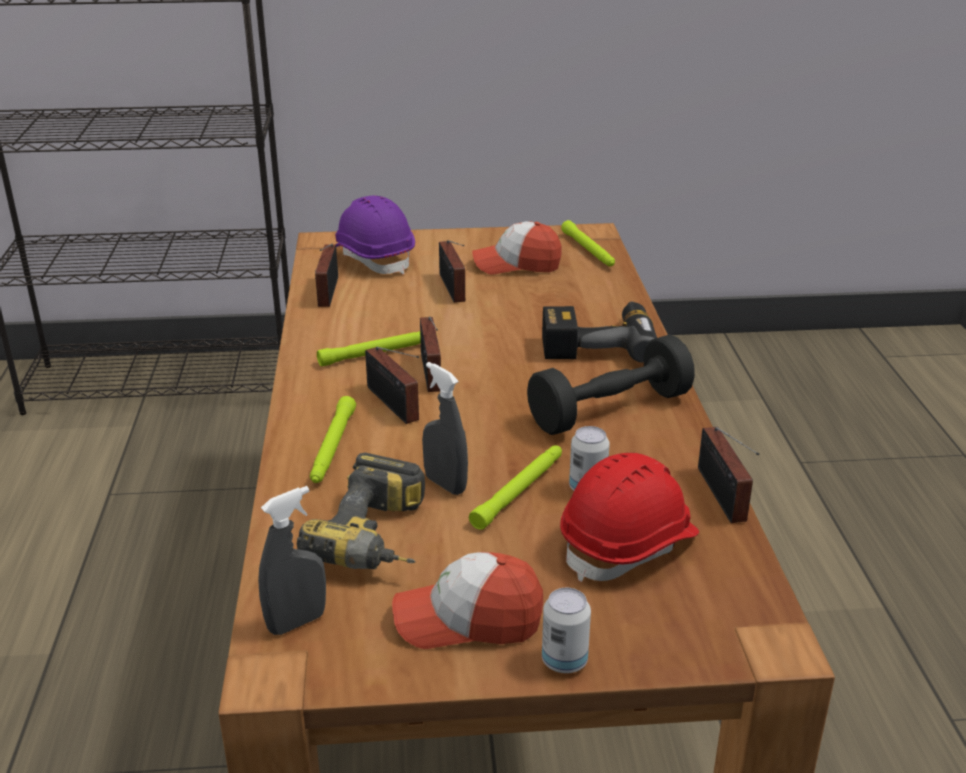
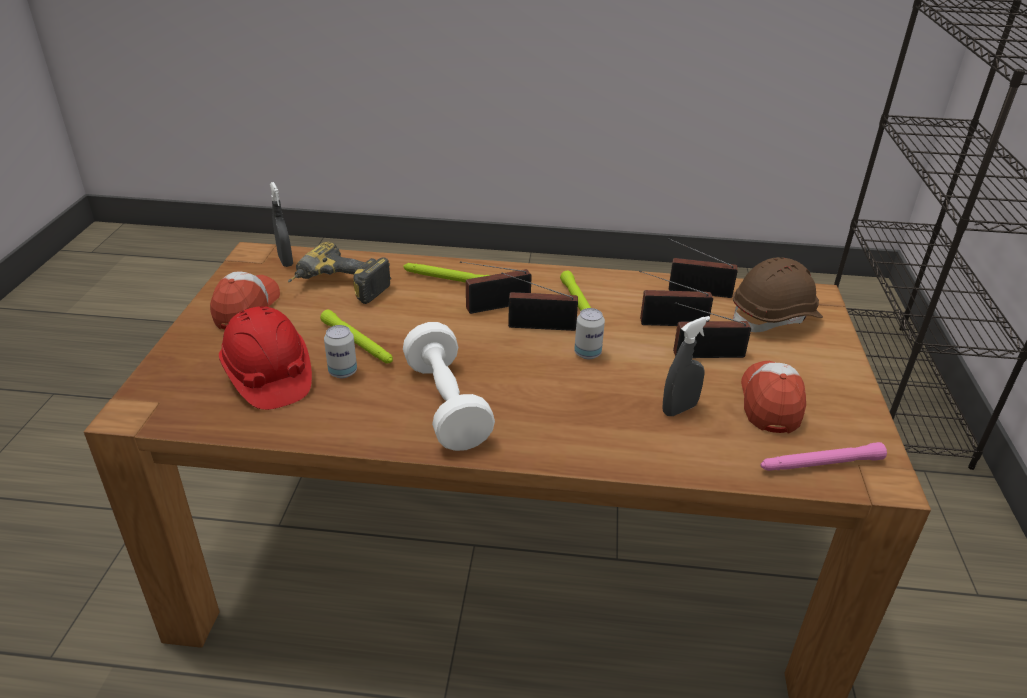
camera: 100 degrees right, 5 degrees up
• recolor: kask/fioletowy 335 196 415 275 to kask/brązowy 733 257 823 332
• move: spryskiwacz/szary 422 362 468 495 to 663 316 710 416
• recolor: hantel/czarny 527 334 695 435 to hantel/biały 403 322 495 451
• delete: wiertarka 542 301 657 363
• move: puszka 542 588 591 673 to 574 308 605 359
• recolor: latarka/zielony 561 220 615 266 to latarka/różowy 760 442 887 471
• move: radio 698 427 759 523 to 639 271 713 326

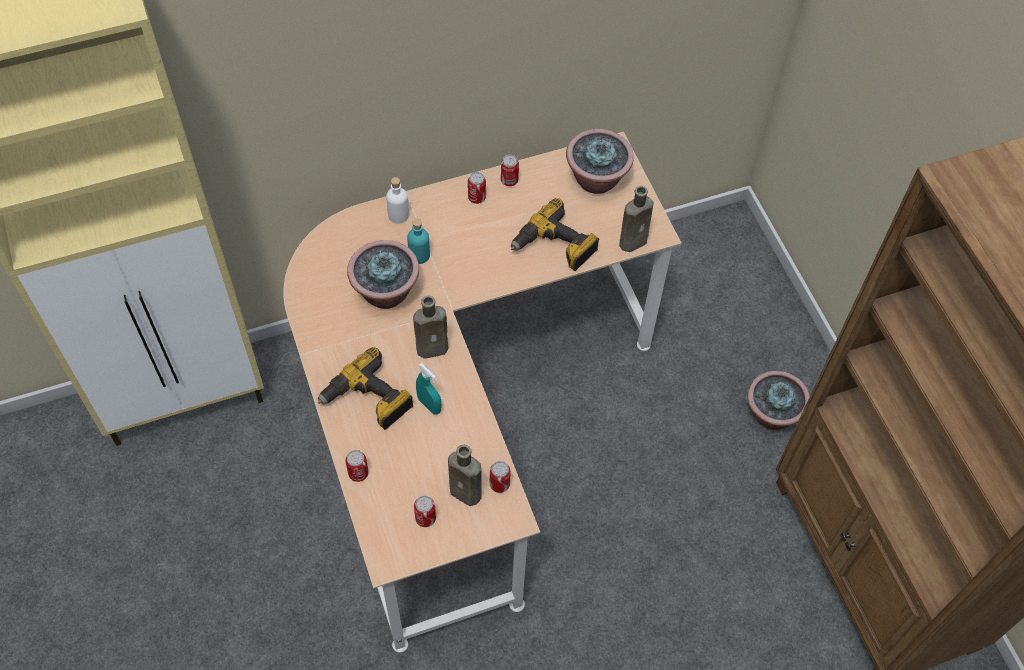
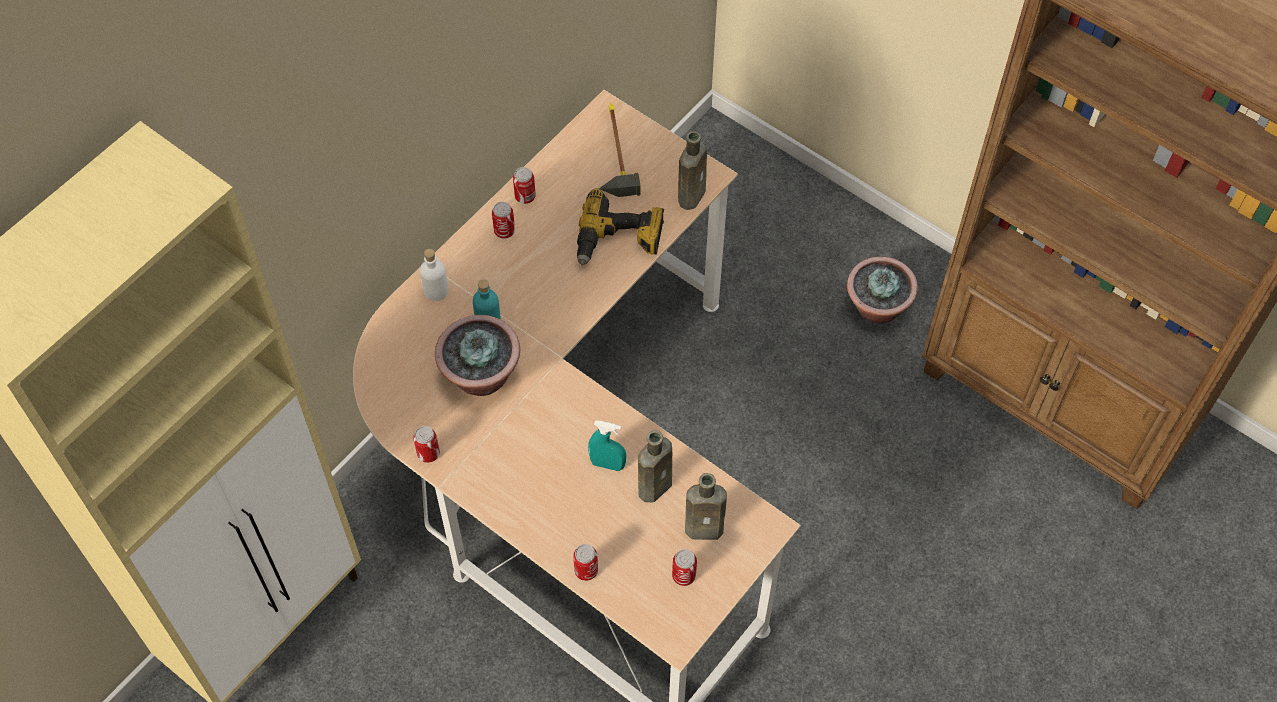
camera: 30 degrees left, 0 degrees up
• delete: wiertarka 318 347 413 430
• move: butelka/brązowy 413 296 448 359 to 638 430 672 502
• move: puszka 490 461 511 493 to 413 426 440 463
• replace: roślina doniczkowa 566 129 634 194 to młotek 599 102 641 197

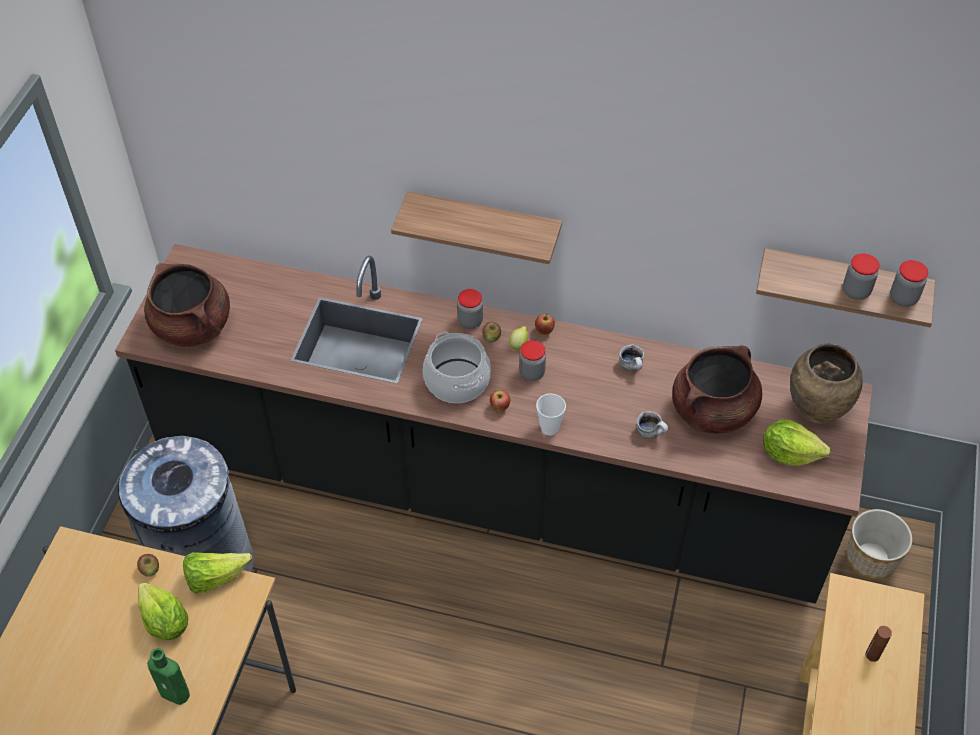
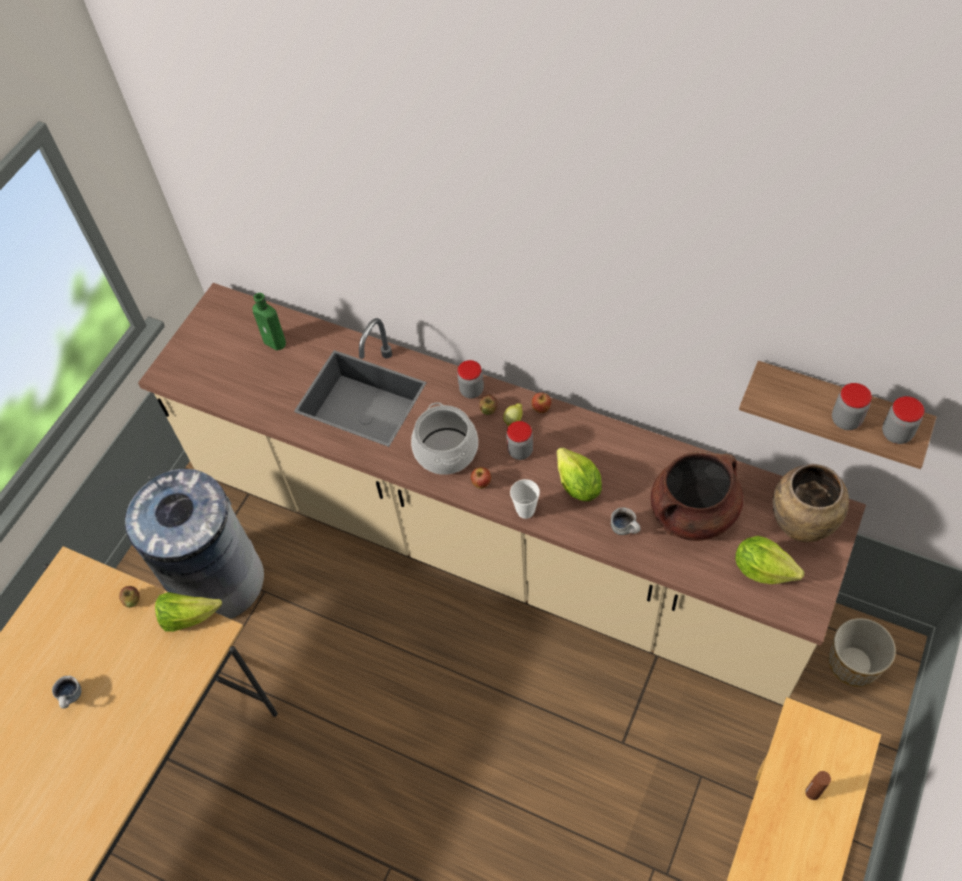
camera: 15 degrees right, 5 degrees up
• recolor: zabudowa kuchenna/czarny 115 244 873 604 to zabudowa kuchenna/beżowy 138 283 866 705
• move: sałata 138 583 188 640 to 557 447 602 501
• delete: garnek/brązowy 144 263 230 347
• move: butelka/zielony 147 648 190 705 to 252 293 286 350
• delete: półka 391 192 562 264
• move: kubek 619 344 644 371 to 52 676 81 708

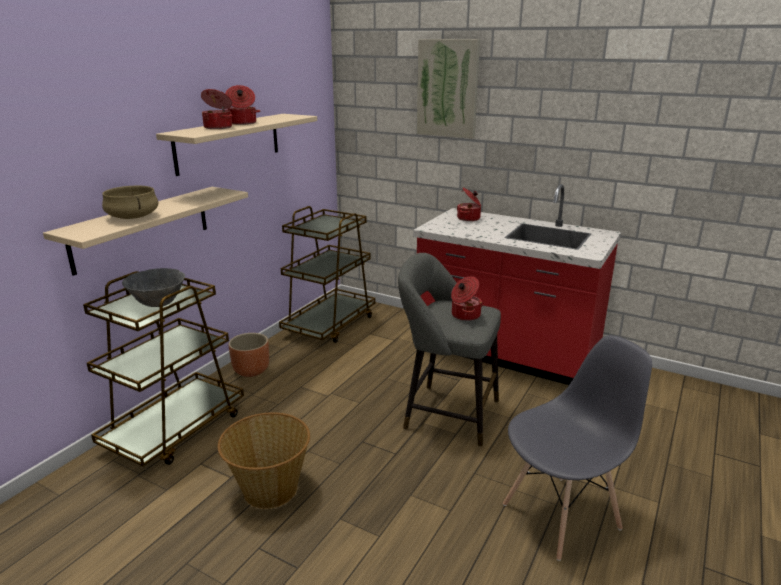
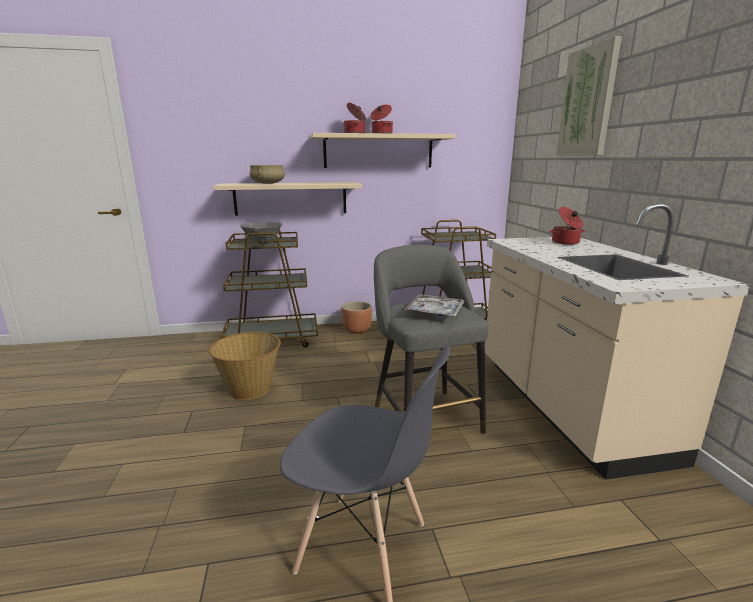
camera: 50 degrees right, 5 degrees down
• recolor: zabudowa kuchenna/czerwony 413 184 621 385 to zabudowa kuchenna/beżowy 485 203 750 480
• replace: garnek 451 276 483 321 to taca 405 294 464 316

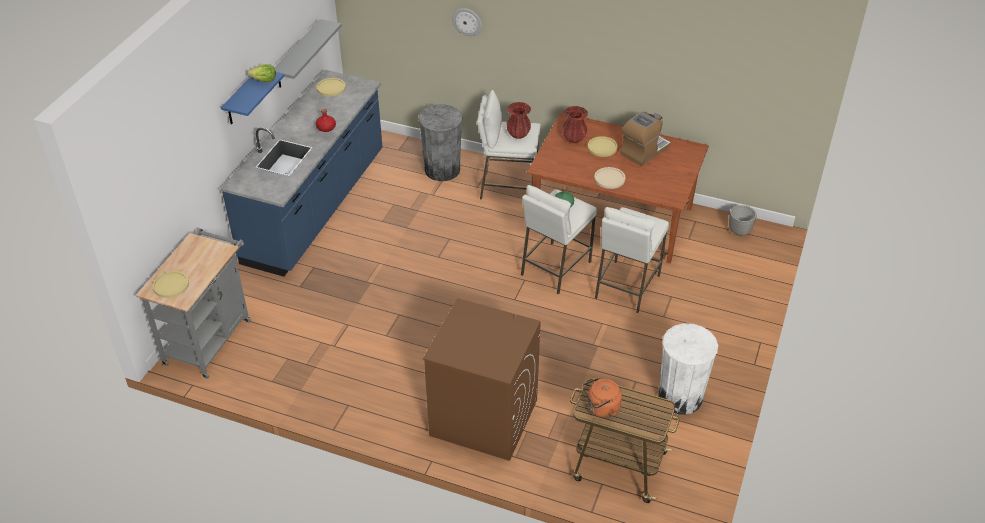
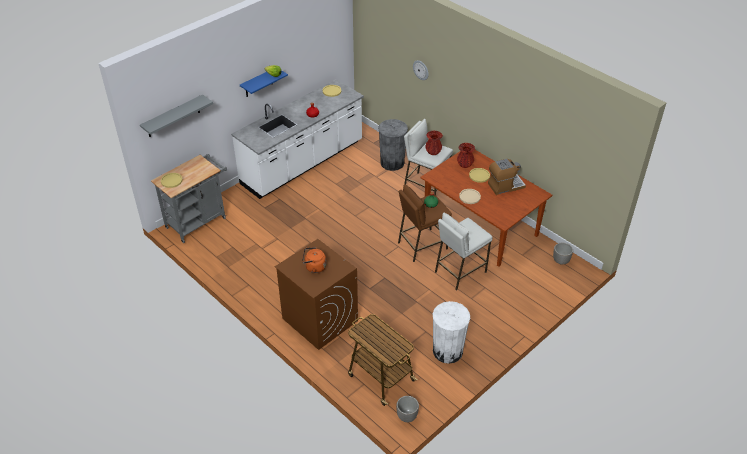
camera: 25 degrees right, 0 degrees up
• recolor: zabudowa kuchenna/niebieski 221 70 382 277 to zabudowa kuchenna/biały 231 79 364 199
• move: półka/szary 274 19 342 88 to 140 95 213 137
• recolor: stołek/biały 521 185 597 294 to stołek/brązowy 398 184 452 262
• move: czajnik/pomarańczowy 583 377 622 418 to 302 247 326 273
• insert: donica 396 396 419 422

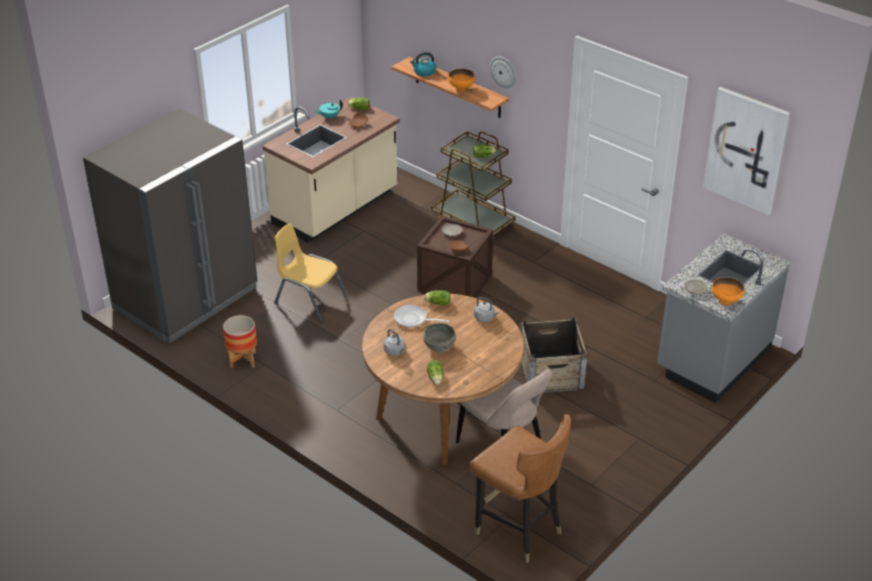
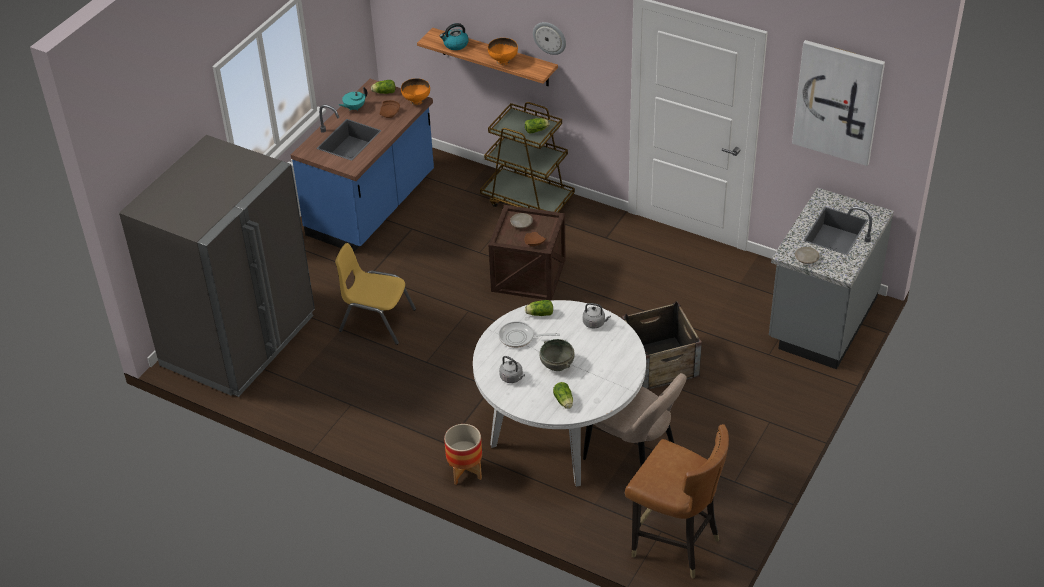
camera: 10 degrees left, 5 degrees up
• move: donica 223 315 257 368 to 444 424 482 485
• recolor: zabudowa kuchenna/beżowy 263 97 400 243 to zabudowa kuchenna/niebieski 291 79 434 252
• recolor: stół jadalny/brązowy 362 294 524 465 to stół jadalny/biały 473 300 646 487
• move: miska/pomarańczowy 712 277 744 306 to 401 78 430 105

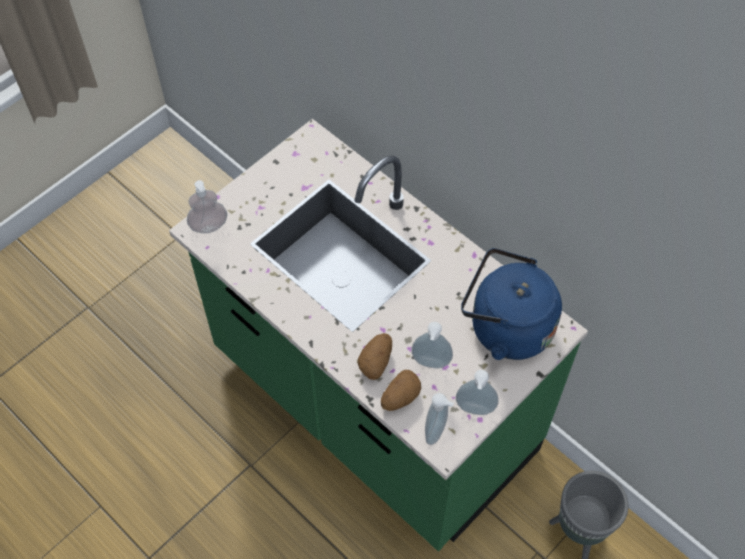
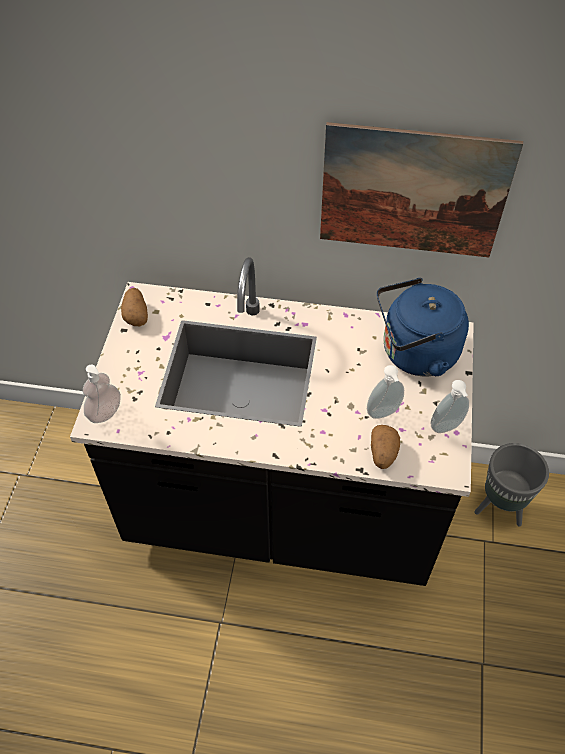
camera: 35 degrees left, 5 degrees down
• recolor: zabudowa kuchenna/zielony 169 119 588 551 to zabudowa kuchenna/czarny 70 257 474 586
• move: ziemniak 358 333 392 380 to 121 288 148 326
• delete: dozownik mydła 425 393 454 445
• insert: obraz 320 122 523 257

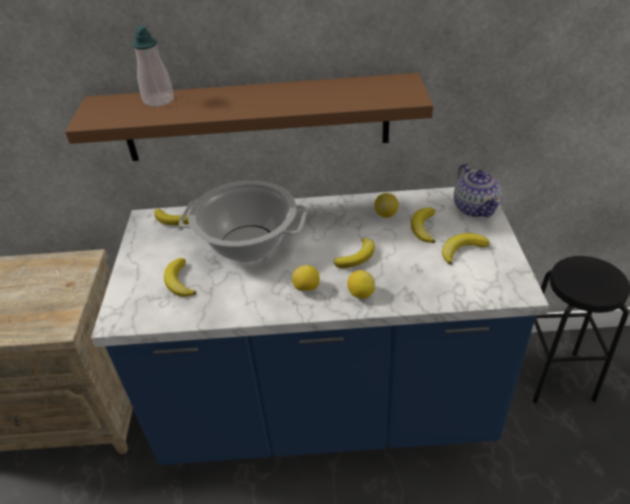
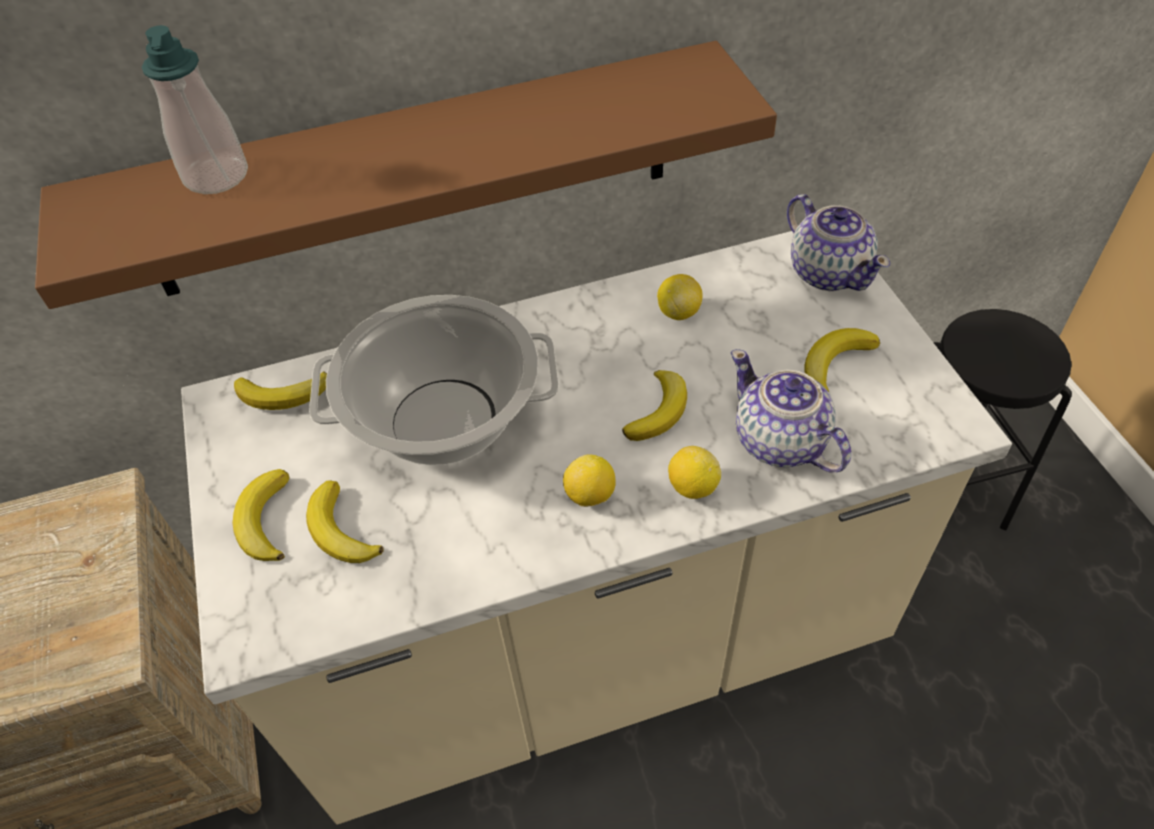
camera: 15 degrees left, 10 degrees up
• recolor: zabudowa kuchenna/niebieski 91 187 549 465 to zabudowa kuchenna/beżowy 181 231 1012 824
• move: banan 411 207 435 243 to 233 469 289 561
• insert: imbryk 731 349 851 473

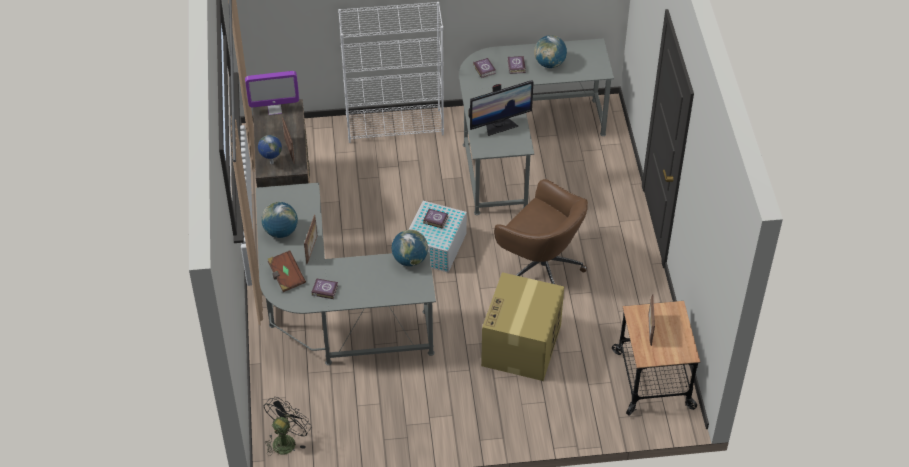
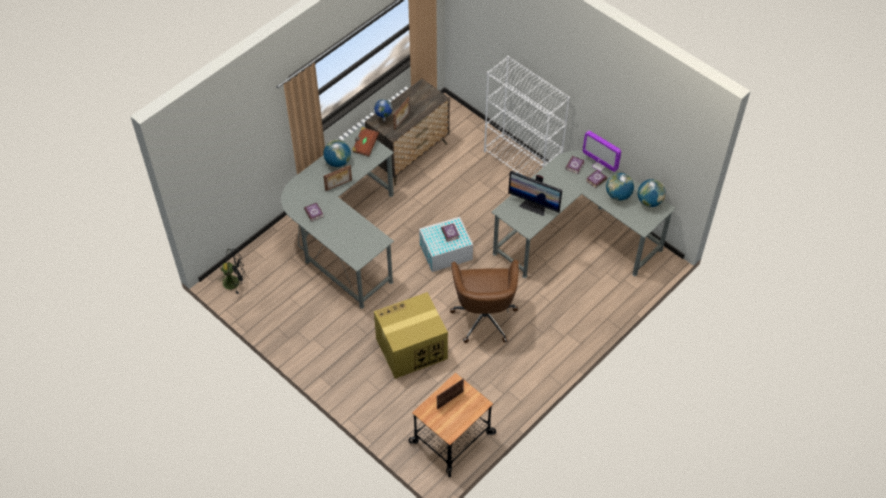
camera: 50 degrees right, 5 degrees up
• move: monitor 245 71 299 115 to 582 131 621 172
• move: książka/brązowy 268 250 306 292 to 352 127 379 157
• move: globus 392 229 428 266 to 638 179 666 207

